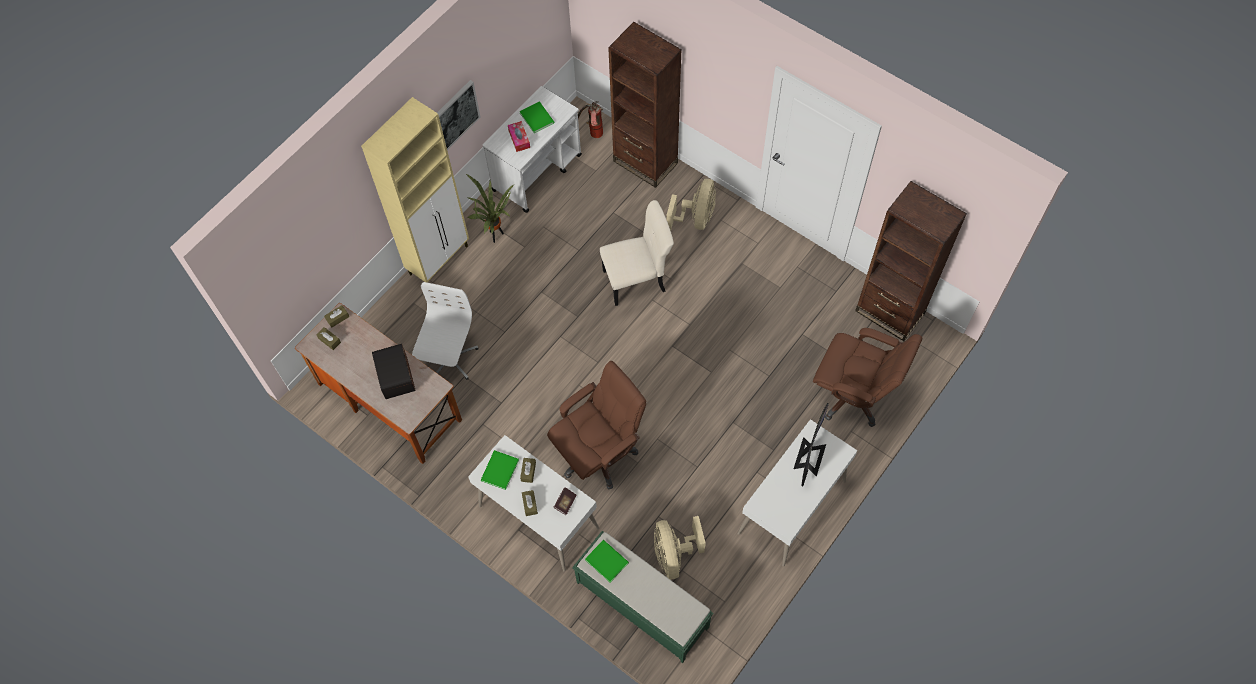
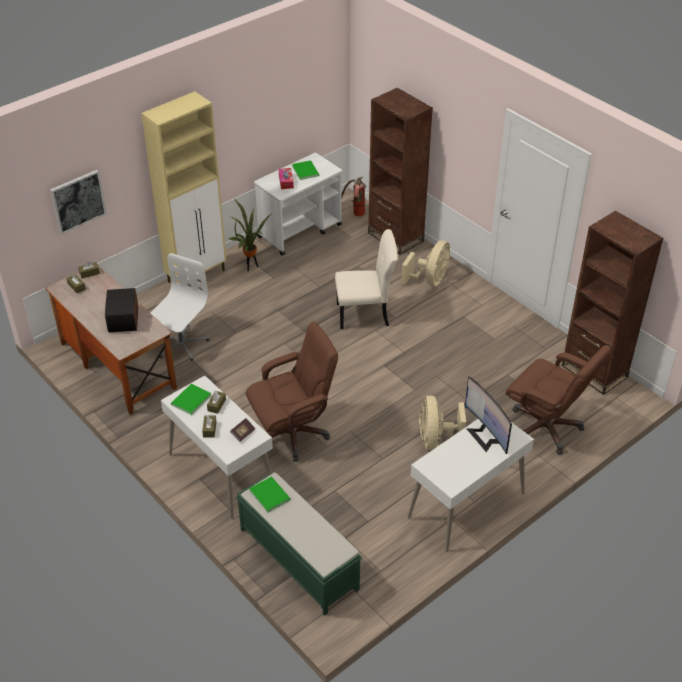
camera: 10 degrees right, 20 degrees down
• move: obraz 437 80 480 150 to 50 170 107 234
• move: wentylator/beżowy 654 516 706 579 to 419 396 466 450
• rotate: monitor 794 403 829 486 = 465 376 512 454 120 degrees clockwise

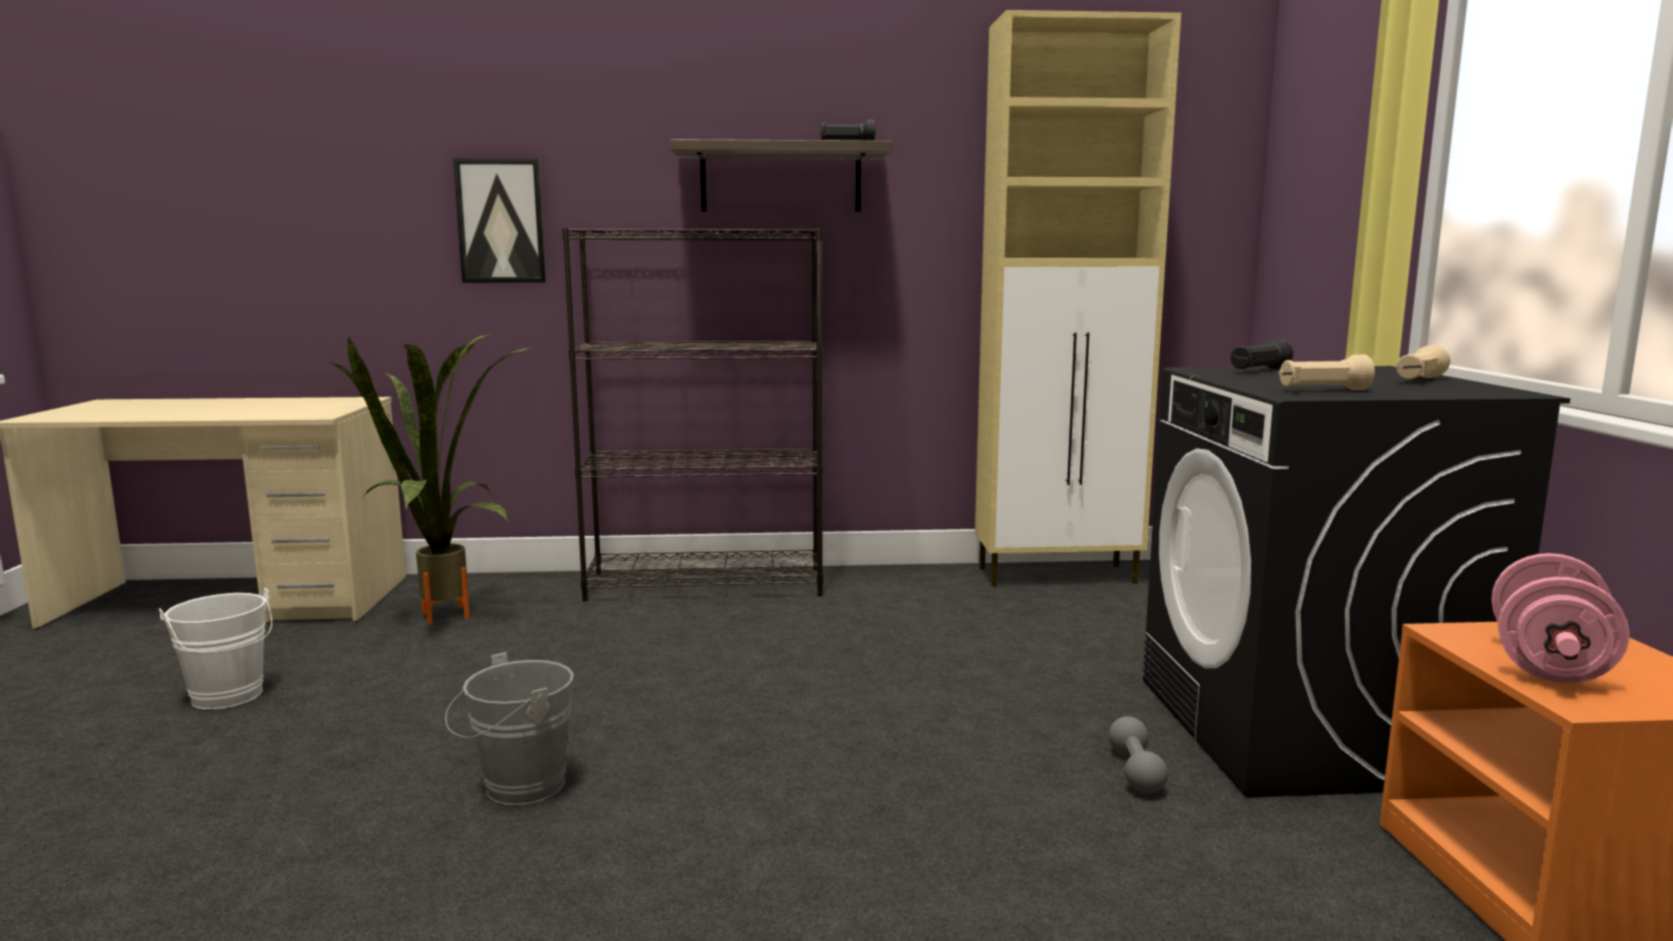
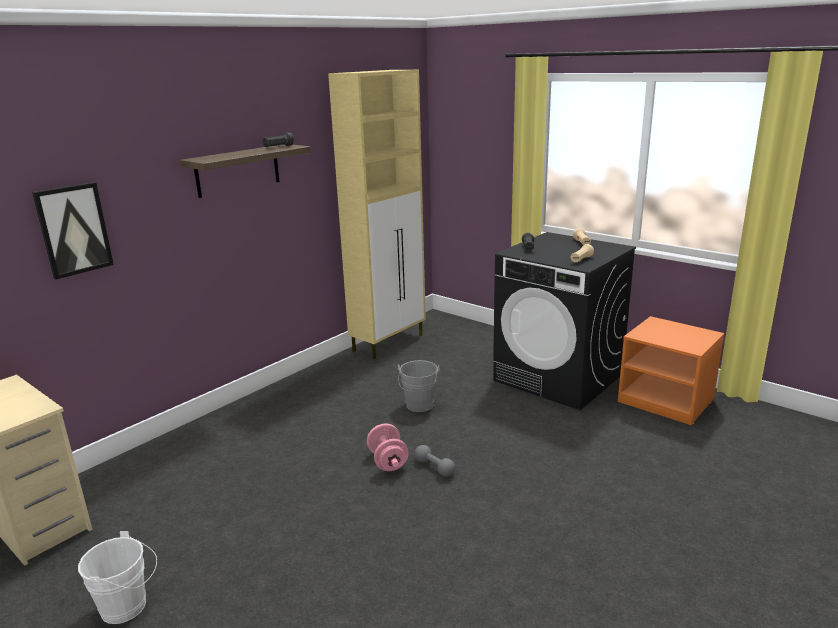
camera: 45 degrees left, 10 degrees up
• delete: roślina doniczkowa 327 333 537 625
• move: wiadro/szary 445 652 574 805 to 398 360 440 412
• delete: regał/czarny 562 228 823 601
• move: hantel/szary 1109 716 1168 794 to 414 445 455 477
• move: hantel/różowy 1491 553 1630 683 to 367 423 409 471

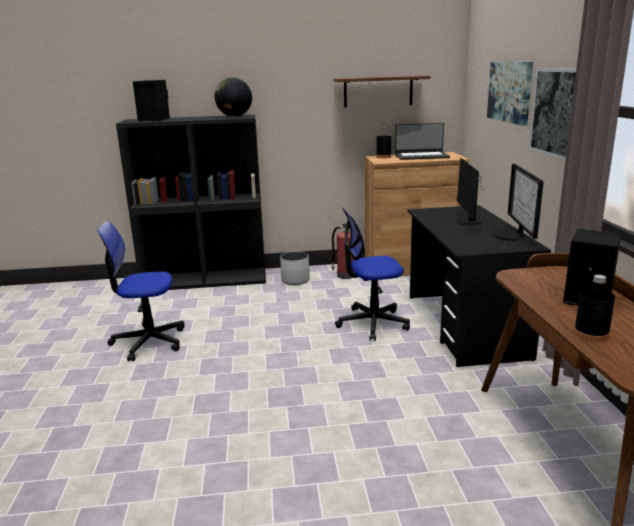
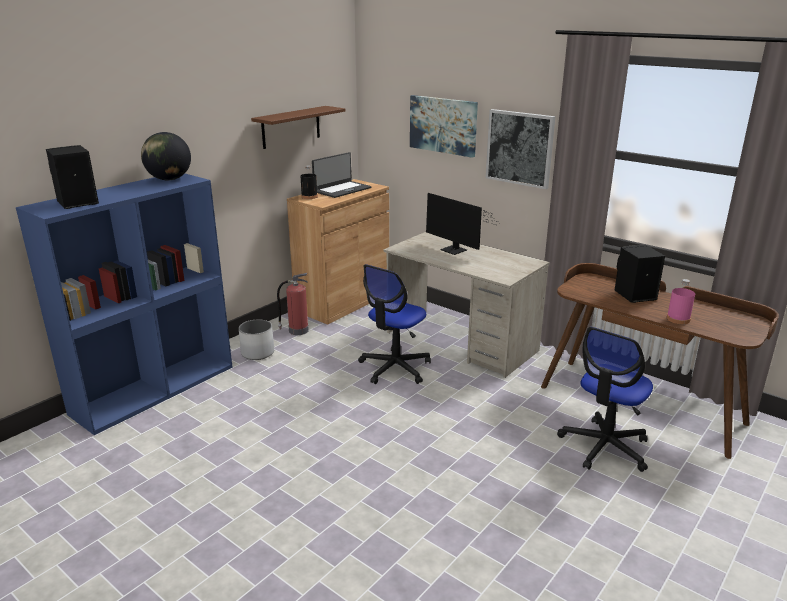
camera: 45 degrees left, 5 degrees up
• move: krzesło biurowe 97 221 185 361 to 557 327 653 472
• recolor: regał/czarny 116 114 266 290 to regał/niebieski 16 174 233 435
• recolor: biurko/czarny 407 205 551 367 to biurko/beżowy 384 232 550 378
• delete: monitor 493 164 544 241
• recolor: butelka/czarny 574 275 615 342 to butelka/różowy 667 279 695 324

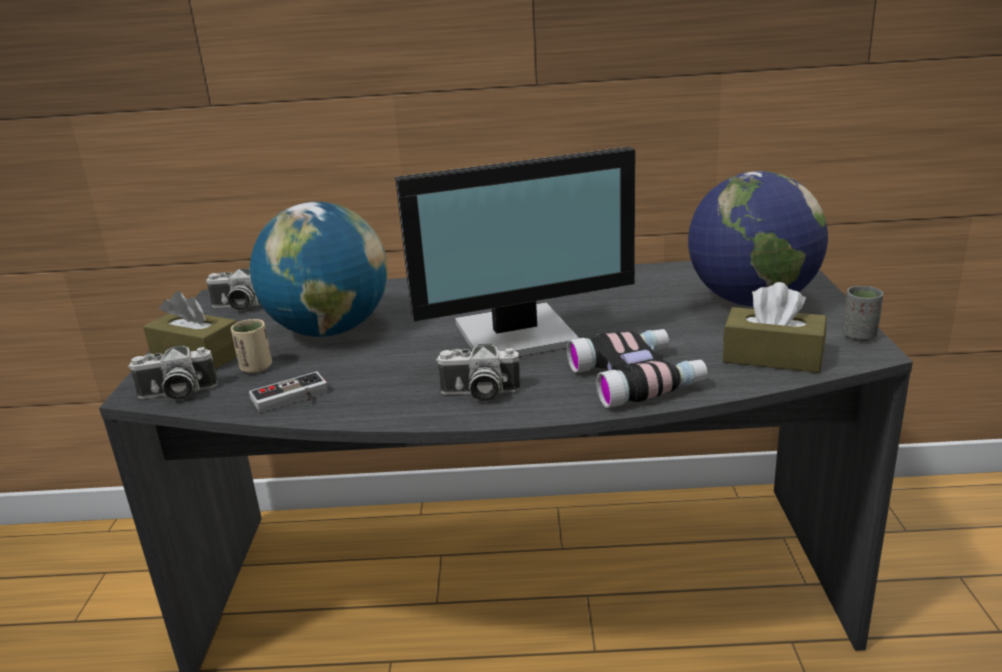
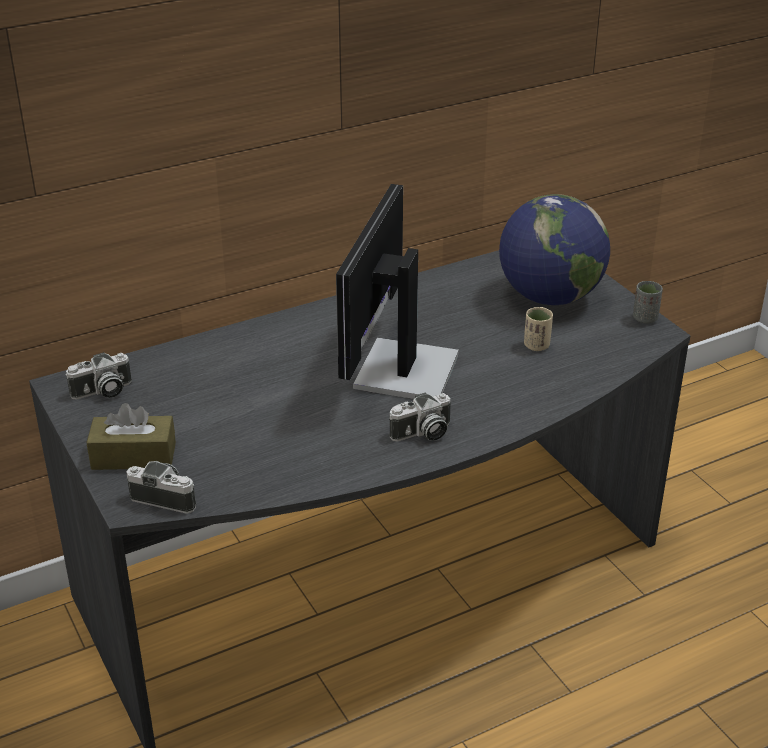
camera: 30 degrees left, 10 degrees up
• rotate: aparat fotograficzny 128 345 218 400 = 126 461 196 514 120 degrees counterclockwise
• move: filiżanka/beżowy 231 319 272 373 to 524 307 553 351
• delete: pad do gier 249 372 328 413
• delete: globus 250 202 387 337
• rotate: monitor 395 147 635 357 = 336 184 459 399 150 degrees clockwise
• delete: lornetka 567 329 708 408
• delete: pudełko chusteczek/brązowy 723 282 827 373

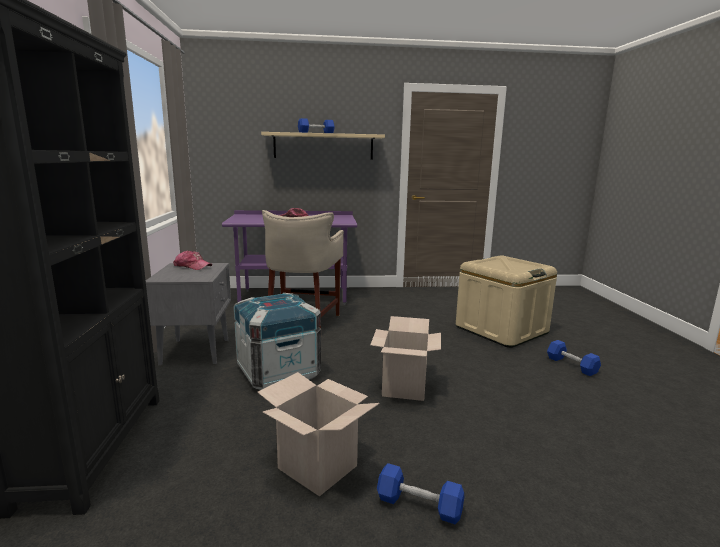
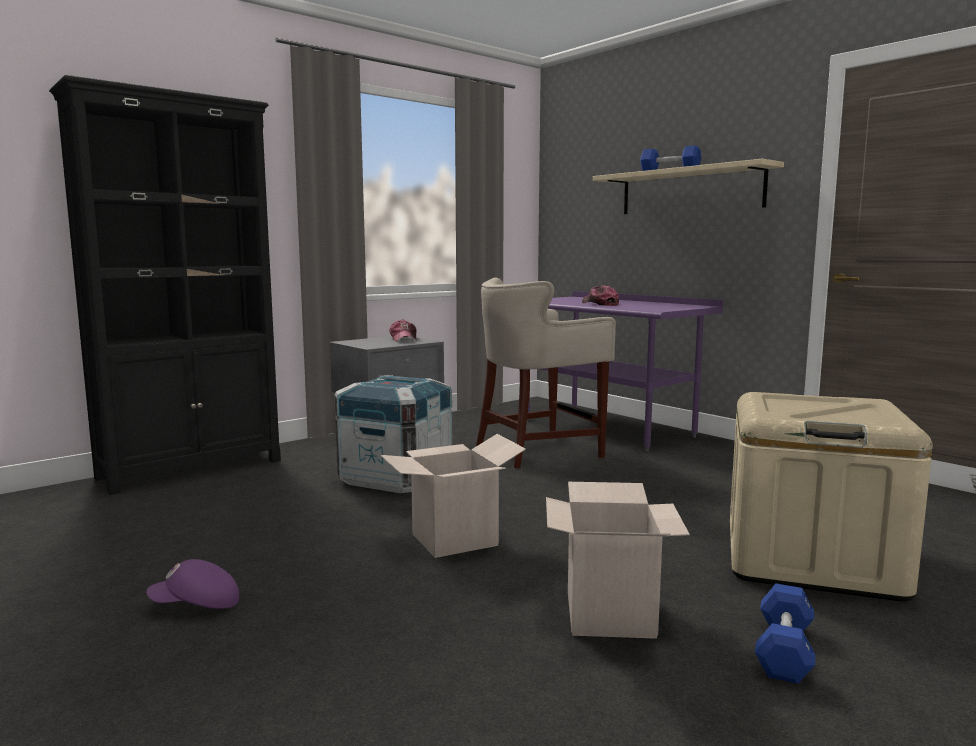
camera: 55 degrees right, 5 degrees down
• move: karton 257 372 380 496 to 546 482 690 639
• replace: hantel/niebieski 377 463 464 524 to czapka z daszkiem/fioletowy 146 559 239 609

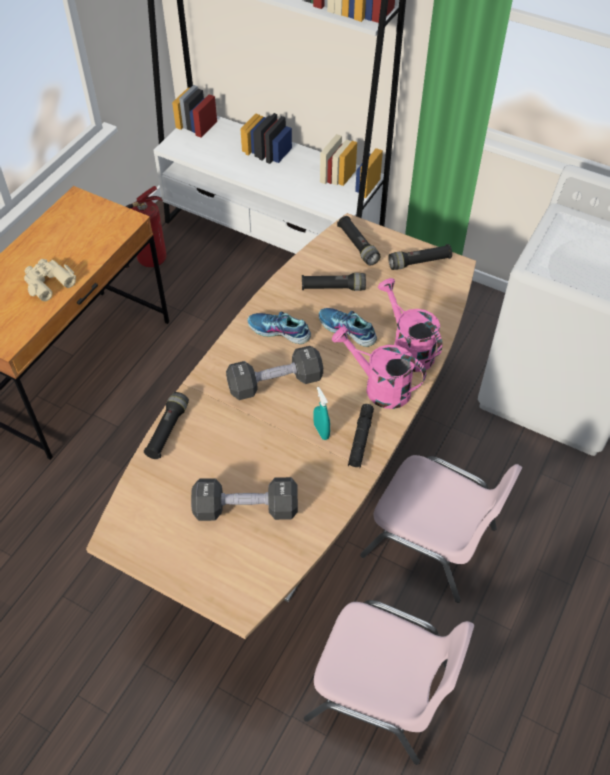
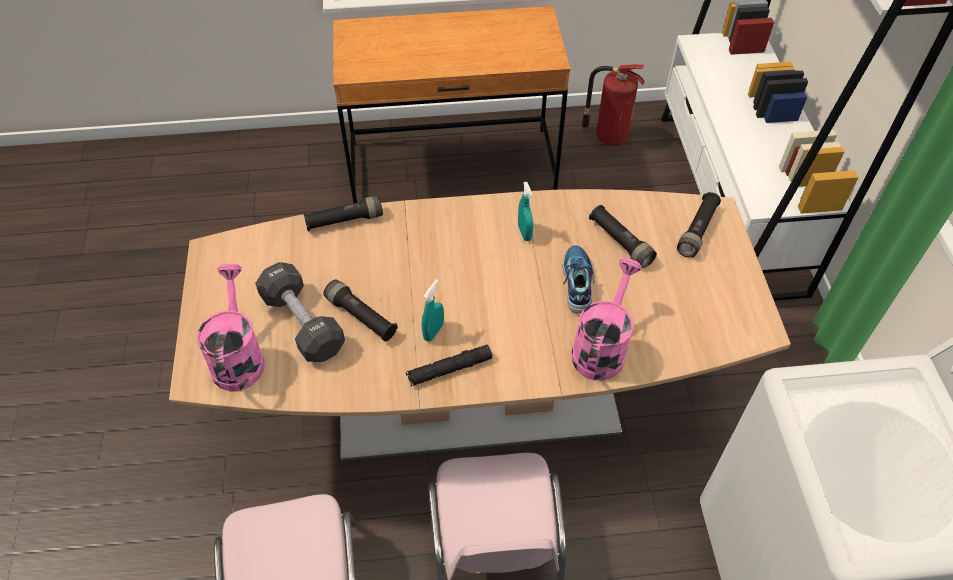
camera: 55 degrees right, 0 degrees up
• delete: lornetka/beżowy 24 259 76 301
• delete: hantel/czarny 226 346 323 400
• replace: but 247 312 311 344 to spryskiwacz/turkusowy 518 182 533 241
• move: konewka/różowy 332 326 426 409 to 197 264 265 392
• move: latarka/czarny 388 244 452 270 to 324 280 398 341

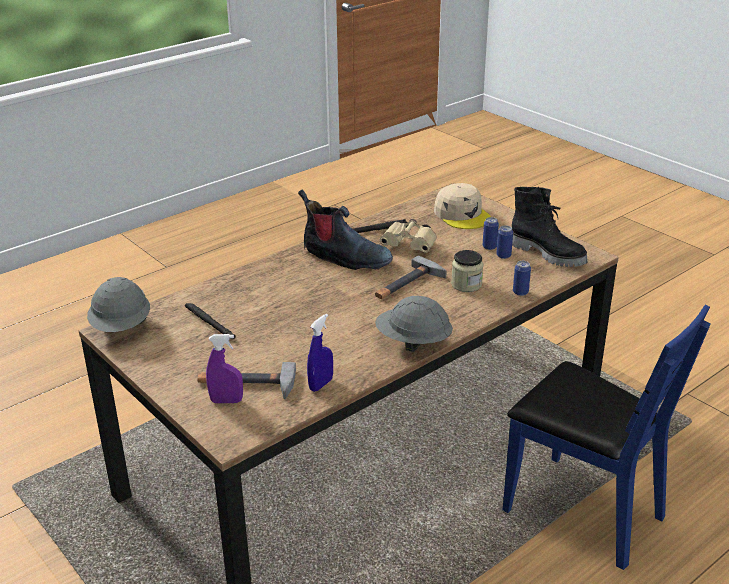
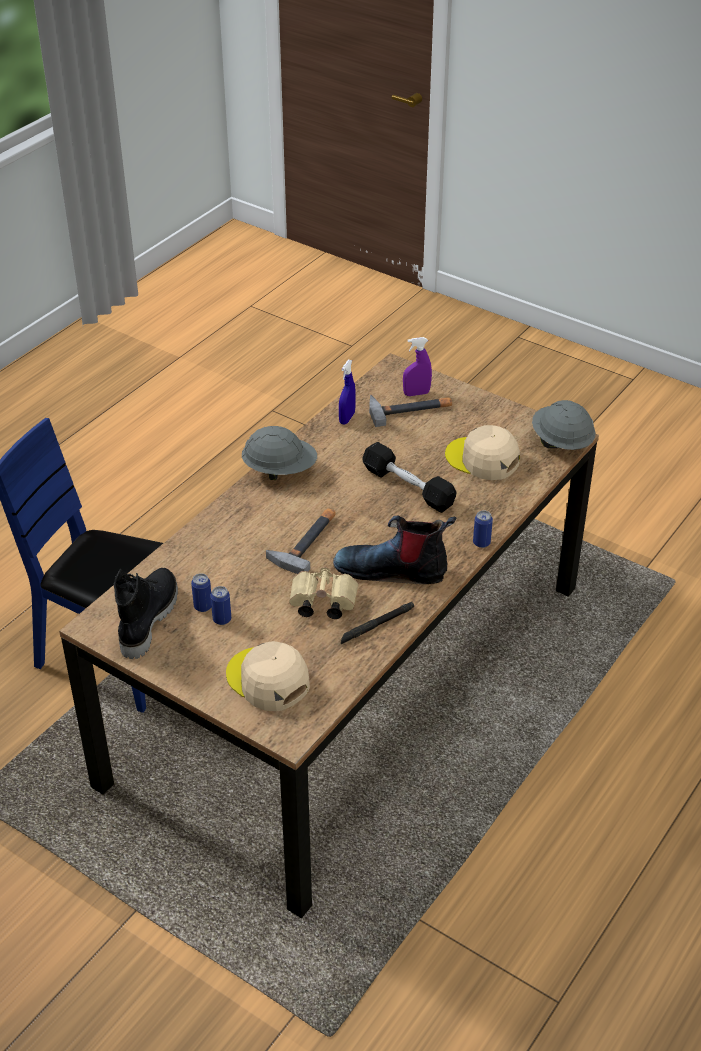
camera: 165 degrees right, 10 degrees up
• replace: latarka/czarny 185 303 236 339 to czapka z daszkiem/beżowy 445 425 520 480
• delete: słoik 451 250 483 292
• rotate: but z cholewką/czarny 512 187 588 267 = 114 568 178 659 75 degrees clockwise
• move: puszka 513 261 531 296 to 473 511 493 548
• insert: hantel/czarny 362 442 457 513

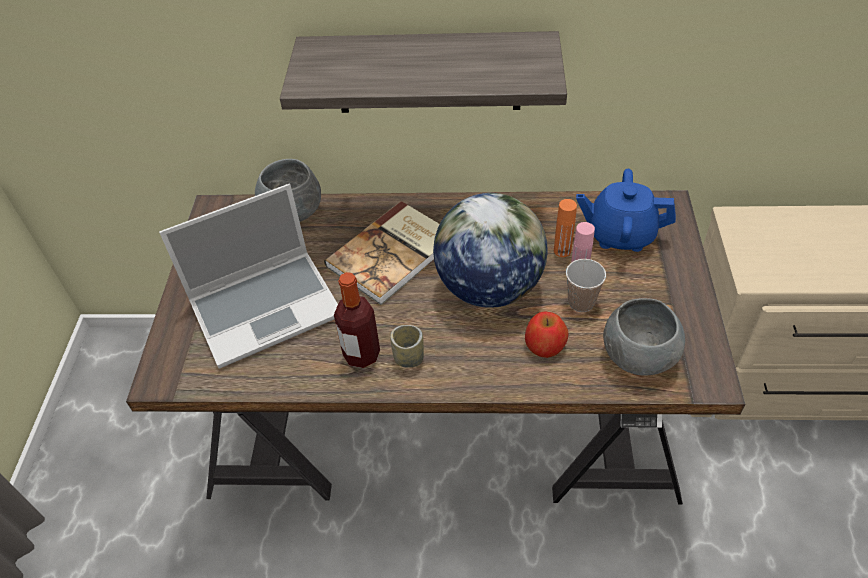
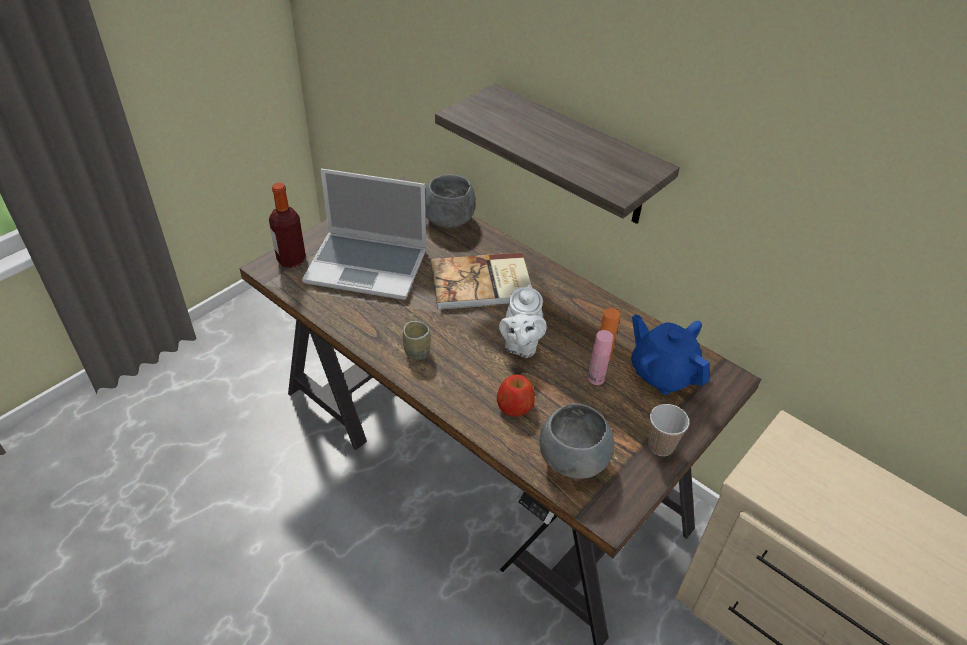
camera: 35 degrees right, 5 degrees down
• move: butelka 334 272 380 368 to 269 183 306 268
• replace: globus 433 193 548 308 to imbryk/biały 499 284 547 358
• move: filiżanka 566 259 606 312 to 648 404 689 456

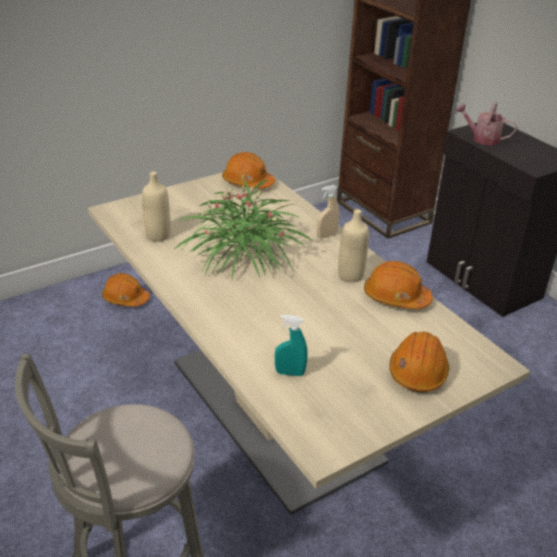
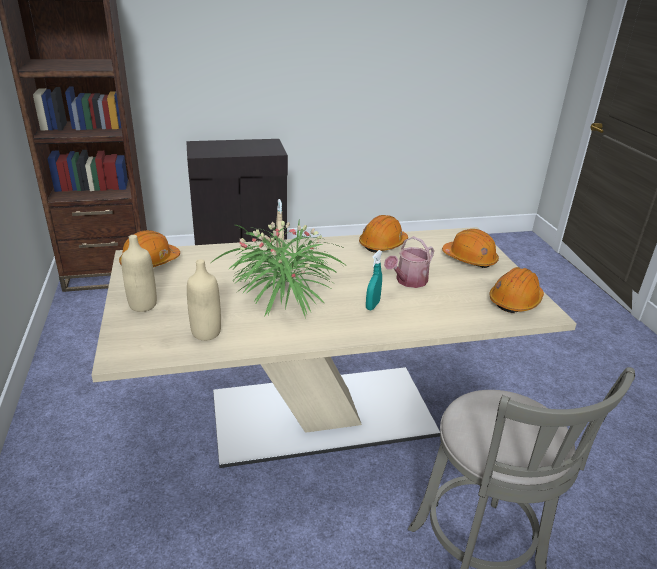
camera: 70 degrees left, 5 degrees down
• move: kask/pomarańczowy 102 273 150 307 to 490 267 544 313
• move: spryskiwacz/turkusowy 275 315 308 376 to 366 250 382 310
• move: butelka/beżowy 338 209 369 282 to 121 235 157 312
• move: konewka 455 101 517 146 to 384 236 434 288

